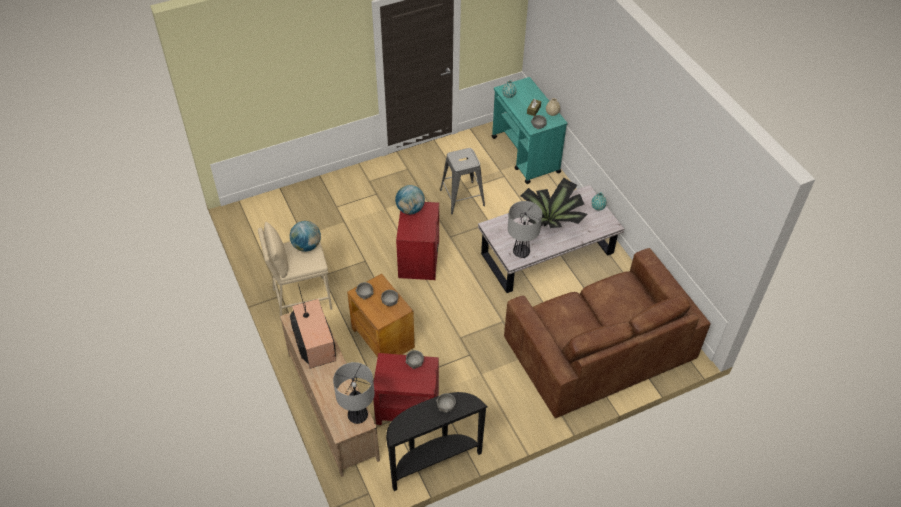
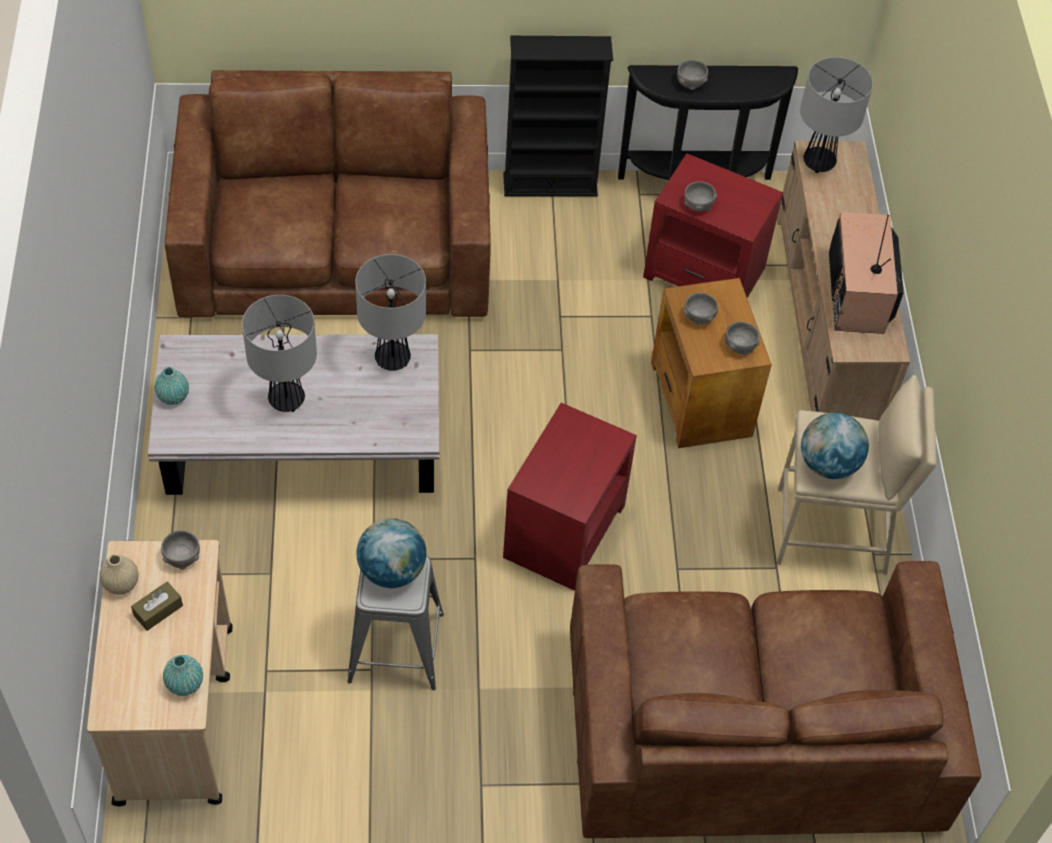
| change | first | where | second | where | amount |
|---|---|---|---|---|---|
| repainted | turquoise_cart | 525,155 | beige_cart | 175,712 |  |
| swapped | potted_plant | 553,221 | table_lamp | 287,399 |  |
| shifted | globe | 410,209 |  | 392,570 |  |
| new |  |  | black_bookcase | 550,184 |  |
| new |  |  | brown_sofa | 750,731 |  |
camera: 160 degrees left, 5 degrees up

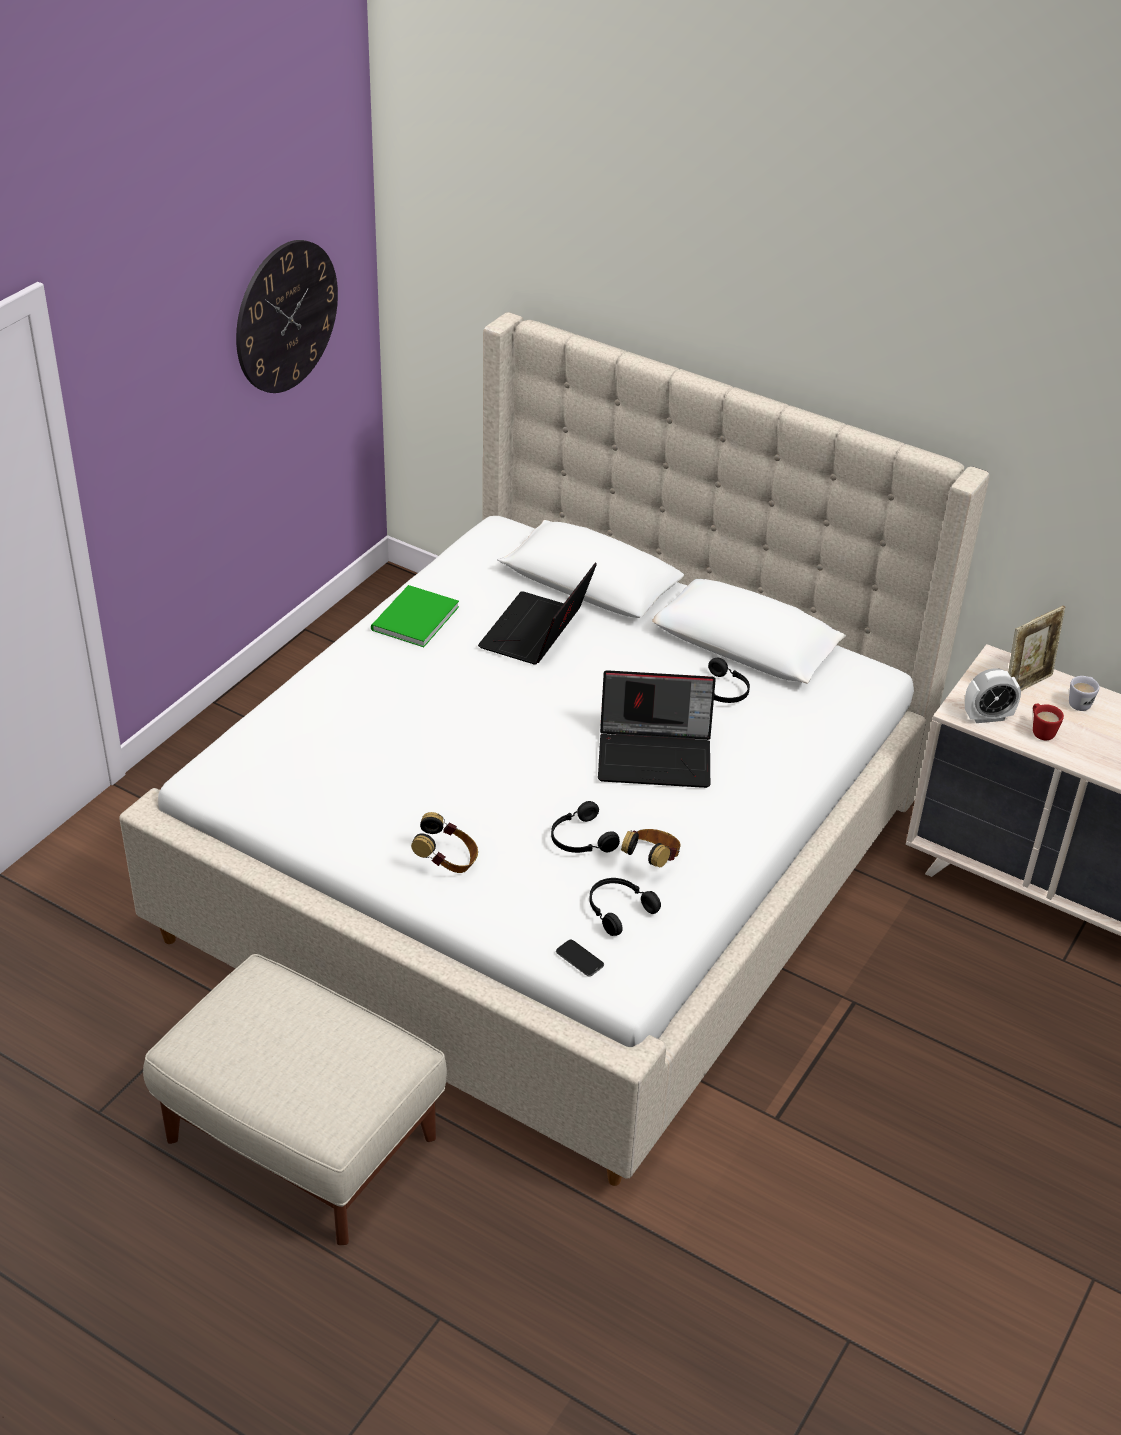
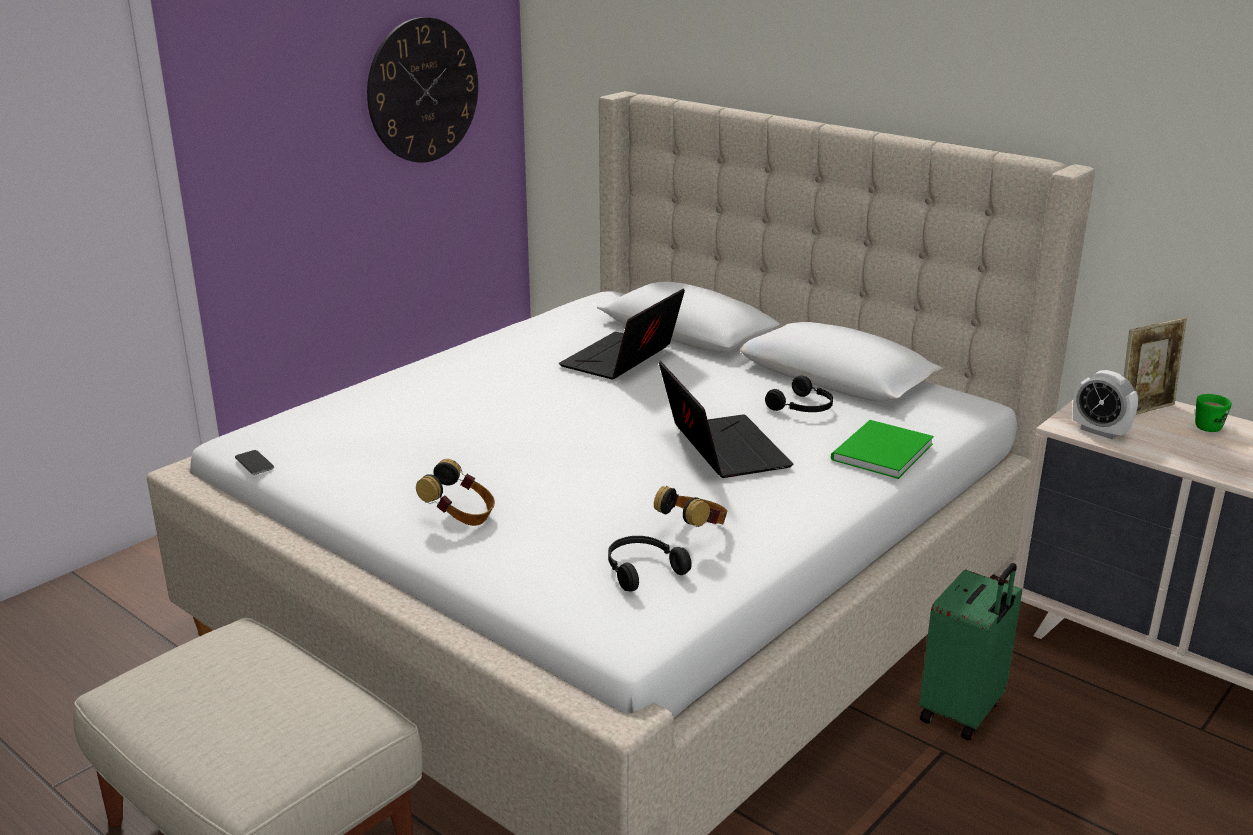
| change | first | where | second | where | amount |
|---|---|---|---|---|---|
| shifted | phone | 579,959 |  | 254,463 |  |
| rotated | laptop | 656,755 |  | 721,449 | 120 degrees counterclockwise |
| shifted | green_book | 412,619 |  | 878,452 |  |
| new |  |  | green_suitcase | 963,712 |  |
| rotated | alarm_clock | 987,717 |  | 1100,431 | 45 degrees clockwise |
| repainted | white_mug | 1081,702 | green_mug | 1210,426 |  |
| gone | black_headphones | 580,839 |  |  |  |
| gone | red_mug | 1040,731 |  |  |  |
camera: 10 degrees right, 15 degrees down

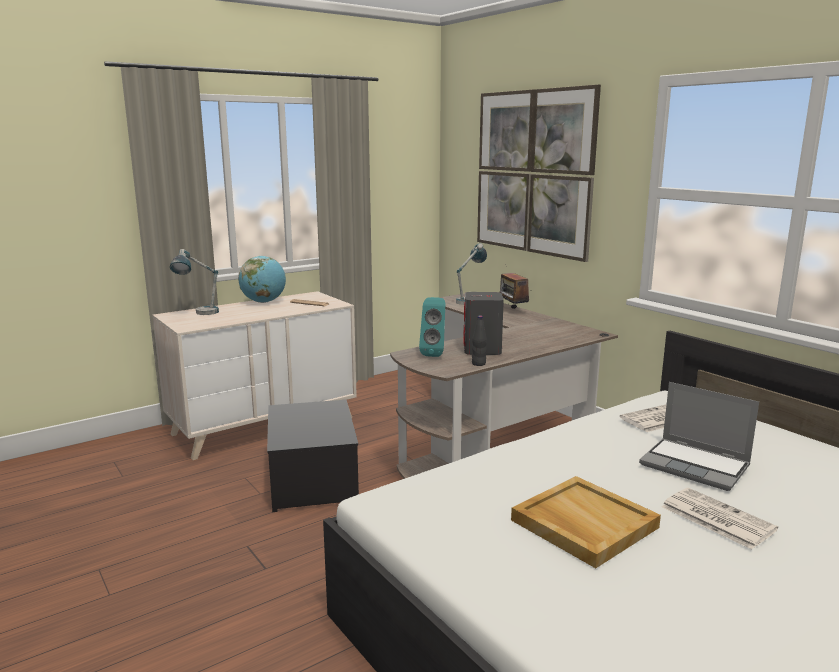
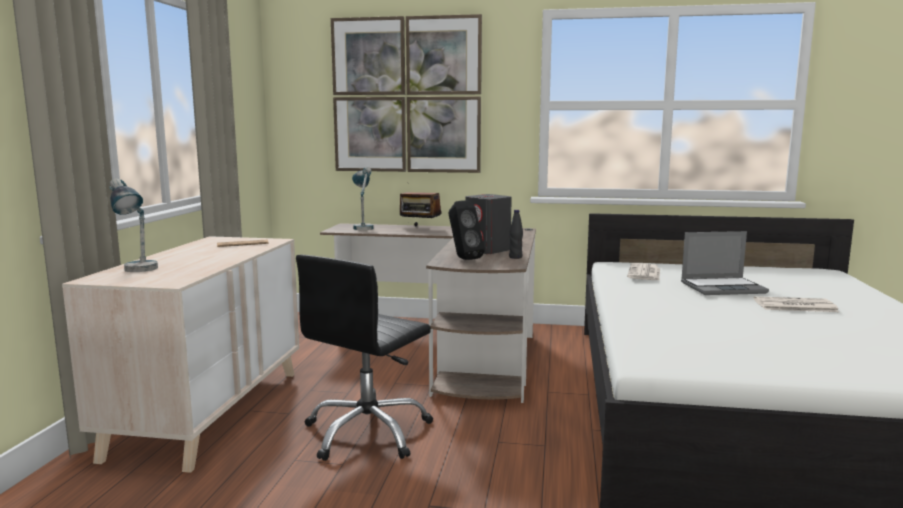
| change | first | where | second | where | amount |
|---|---|---|---|---|---|
| swapped | storage_box | 311,479 | black_office_chair | 368,432 |  |
| repainted | turquoise_speaker | 434,354 | black_speaker | 463,259 |  |
| gone | globe | 264,302 |  |  |  |
| gone | beige_tray | 582,524 |  |  |  |
camera: 45 degrees left, 5 degrees down

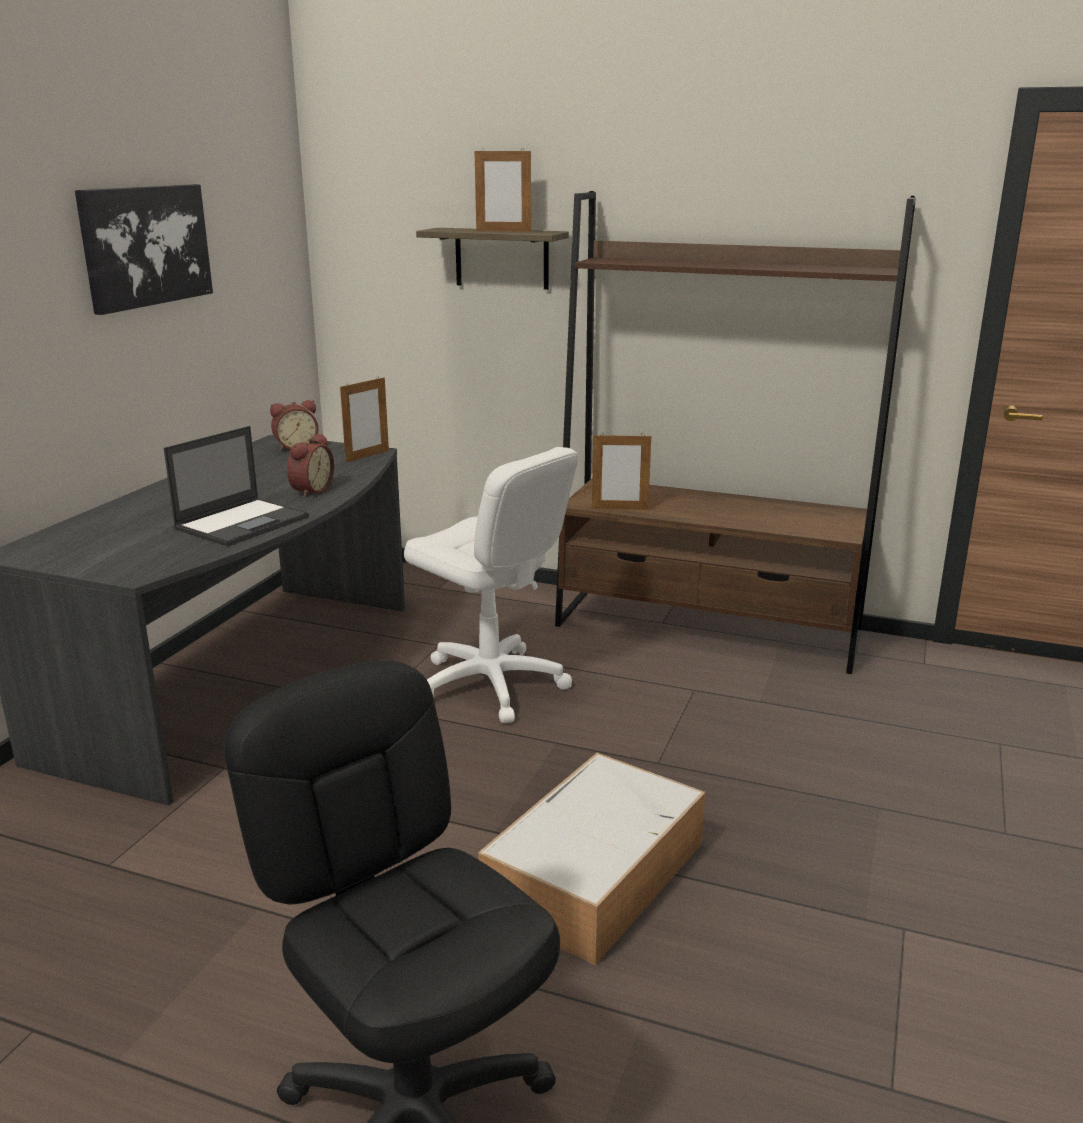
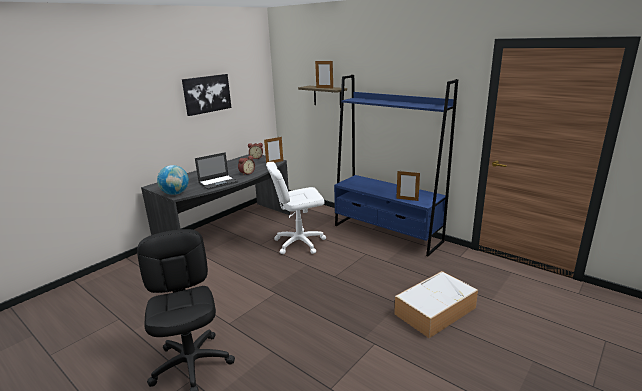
| change | first | where | second | where | amount |
|---|---|---|---|---|---|
| new |  |  | globe | 175,193 |  |
| rotated | white_office_chair | 490,685 |  | 299,243 | 105 degrees clockwise |
| repainted | brown_bookcase | 707,629 | blue_bookcase | 387,233 |  |
| shifted | storage_box | 596,872 |  | 435,310 |  |
| shifted | picture_frame | 620,509 |  | 407,199 |  |
camera: 20 degrees right, 0 degrees up

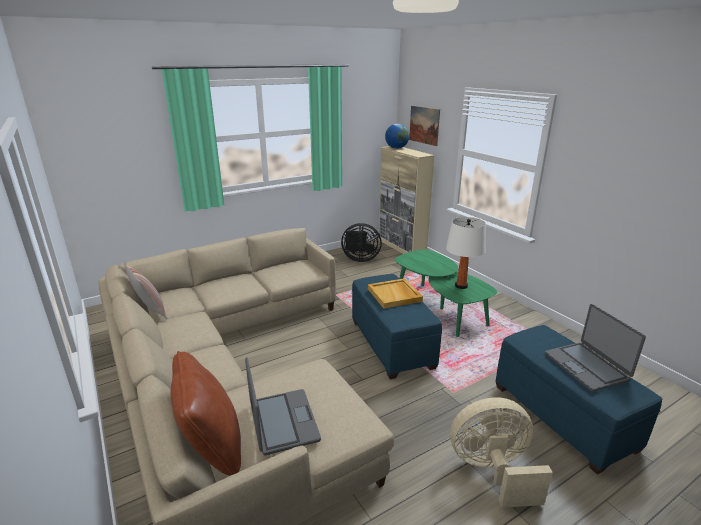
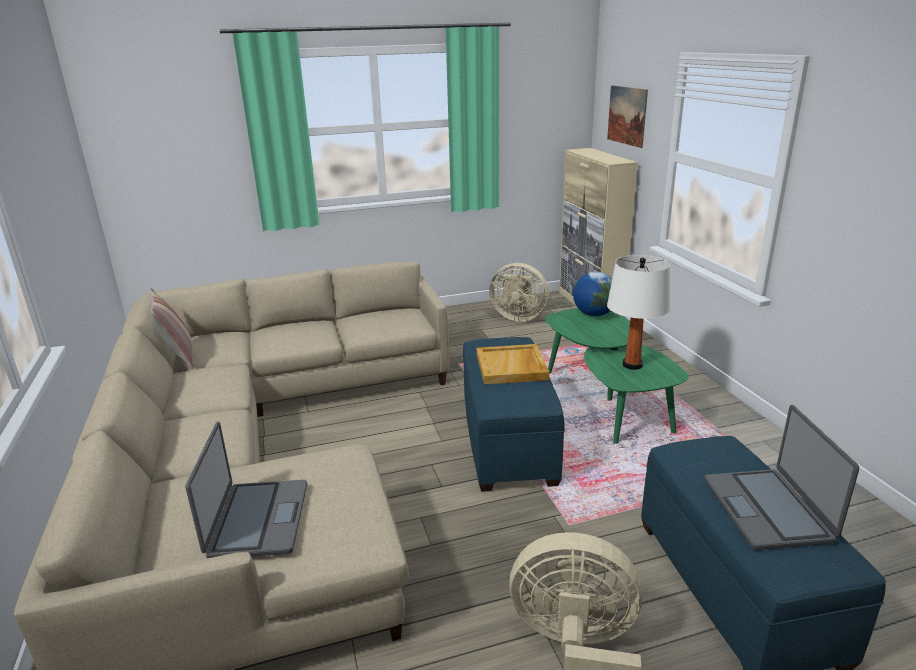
| change | first | where | second | where | amount |
|---|---|---|---|---|---|
| repainted | black_fan | 360,259 | beige_fan | 518,317 |  |
| shifted | globe | 396,148 |  | 594,314 |  |
| gone | brown_pillow | 212,447 |  |  |  |
camera: 15 degrees right, 0 degrees up

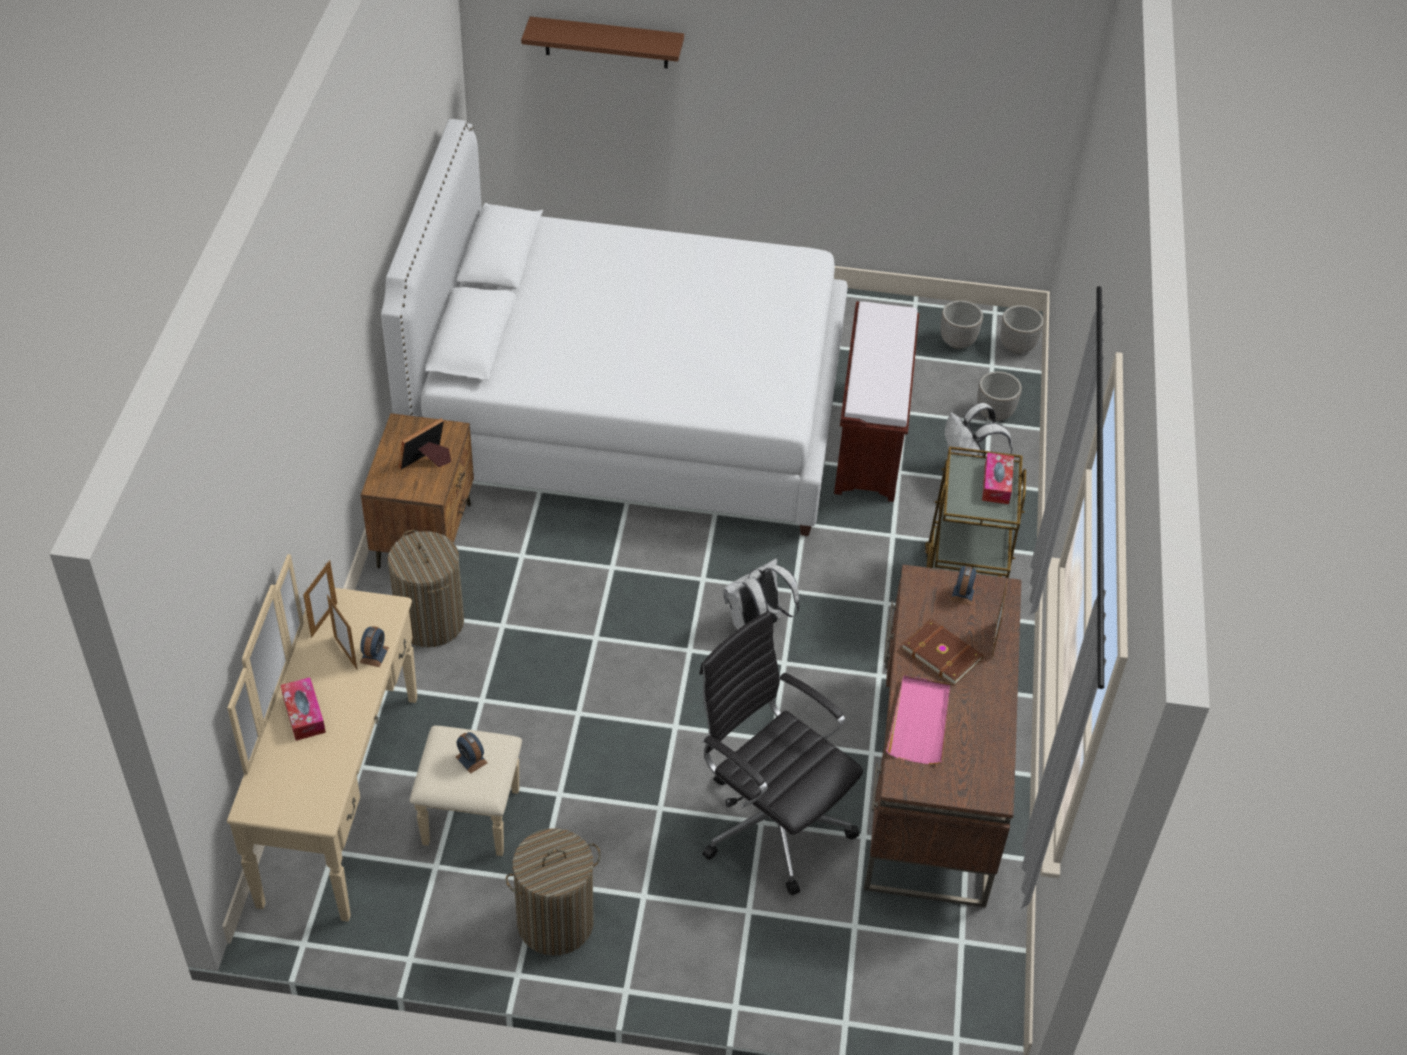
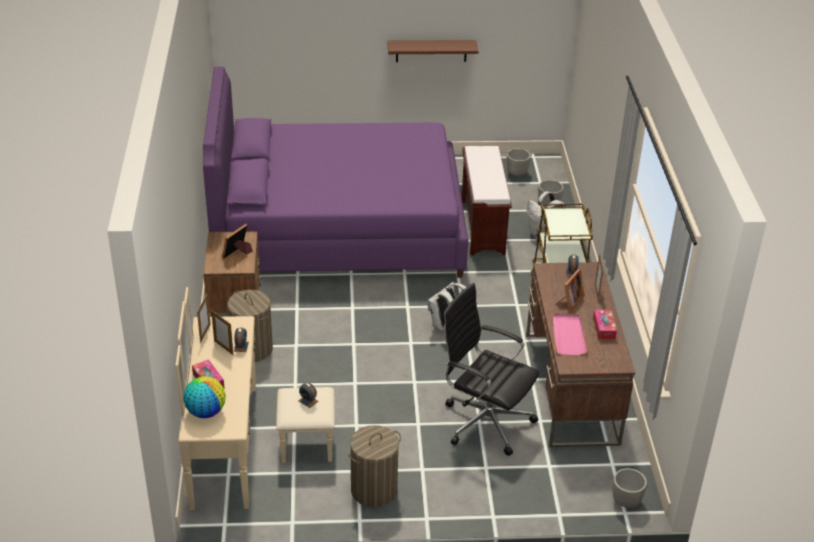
| change | first | where | second | where | amount |
|---|---|---|---|---|---|
| new |  |  | globe | 206,412 |  |
| repainted | white_bed | 630,410 | purple_bed | 338,228 |  |
| shifted | brown_shelf | 606,42 |  | 431,50 |  |
| swapped | brown_book | 942,653 | picture_frame | 569,302 |  |
| shifted | tissue_box | 996,484 |  | 604,328 |  |
| shifted | planter | 1017,346 |  | 626,501 |  |
camera: 10 degrees left, 10 degrees down

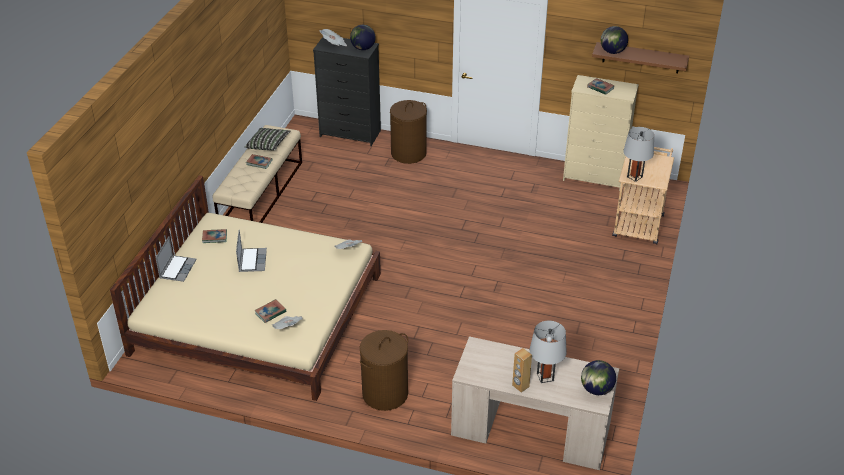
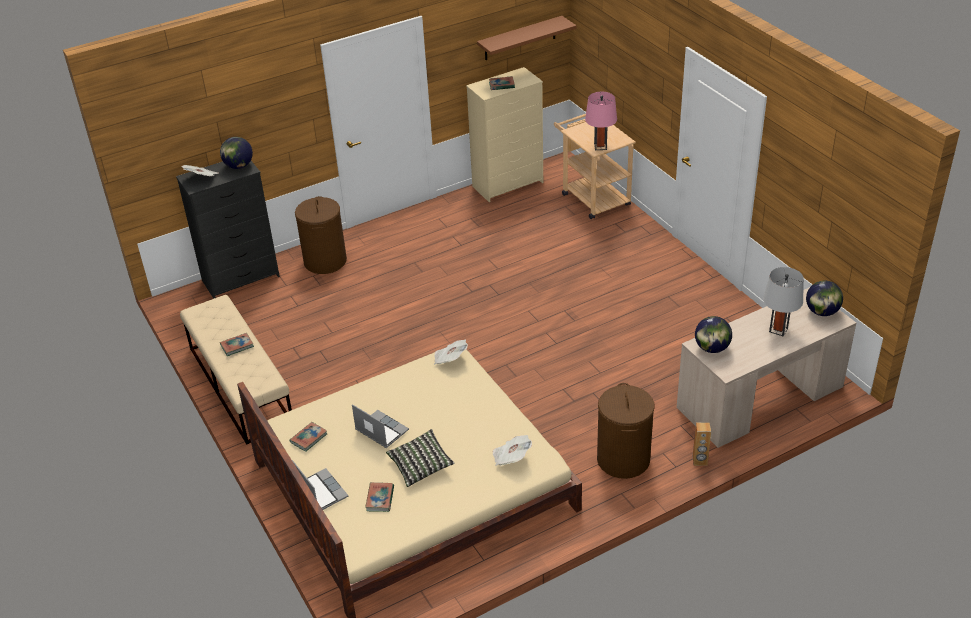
| change | first | where | second | where | amount |
|---|---|---|---|---|---|
| shifted | book | 270,312 |  | 380,499 |  |
| shifted | pillow | 268,145 |  | 420,465 |  |
| repainted | grey_table_lamp | 634,177 | pink_table_lamp | 600,146 |  |
| shifted | brown_speaker | 520,386 |  | 699,461 |  |
| shifted | globe | 612,52 |  | 711,348 |  |
camera: 45 degrees left, 0 degrees up

